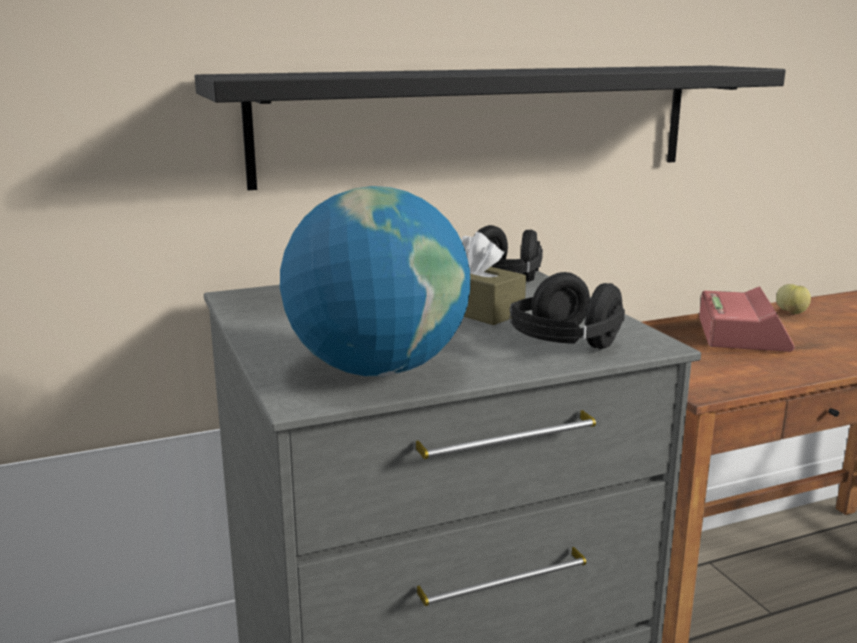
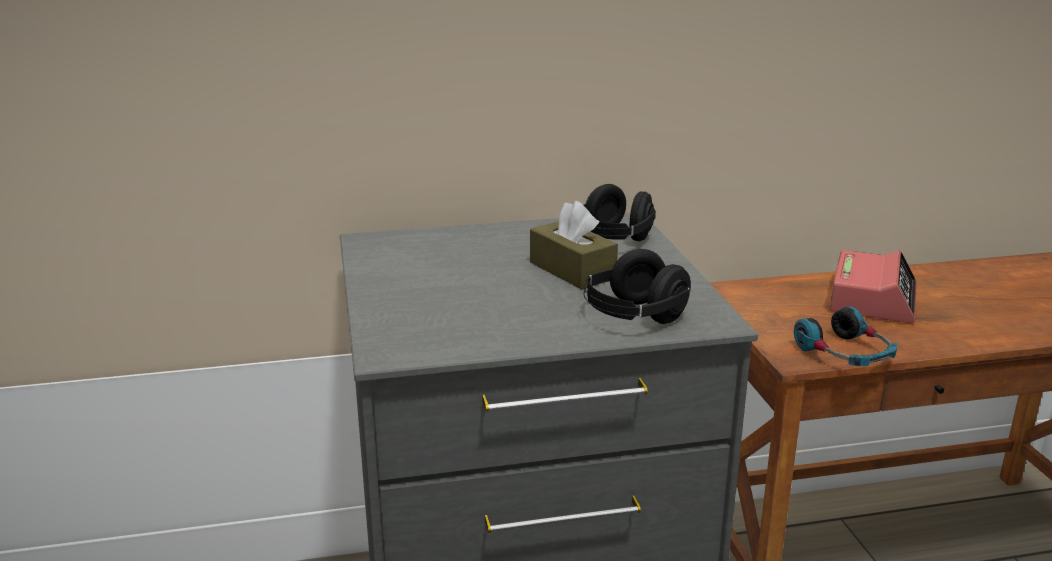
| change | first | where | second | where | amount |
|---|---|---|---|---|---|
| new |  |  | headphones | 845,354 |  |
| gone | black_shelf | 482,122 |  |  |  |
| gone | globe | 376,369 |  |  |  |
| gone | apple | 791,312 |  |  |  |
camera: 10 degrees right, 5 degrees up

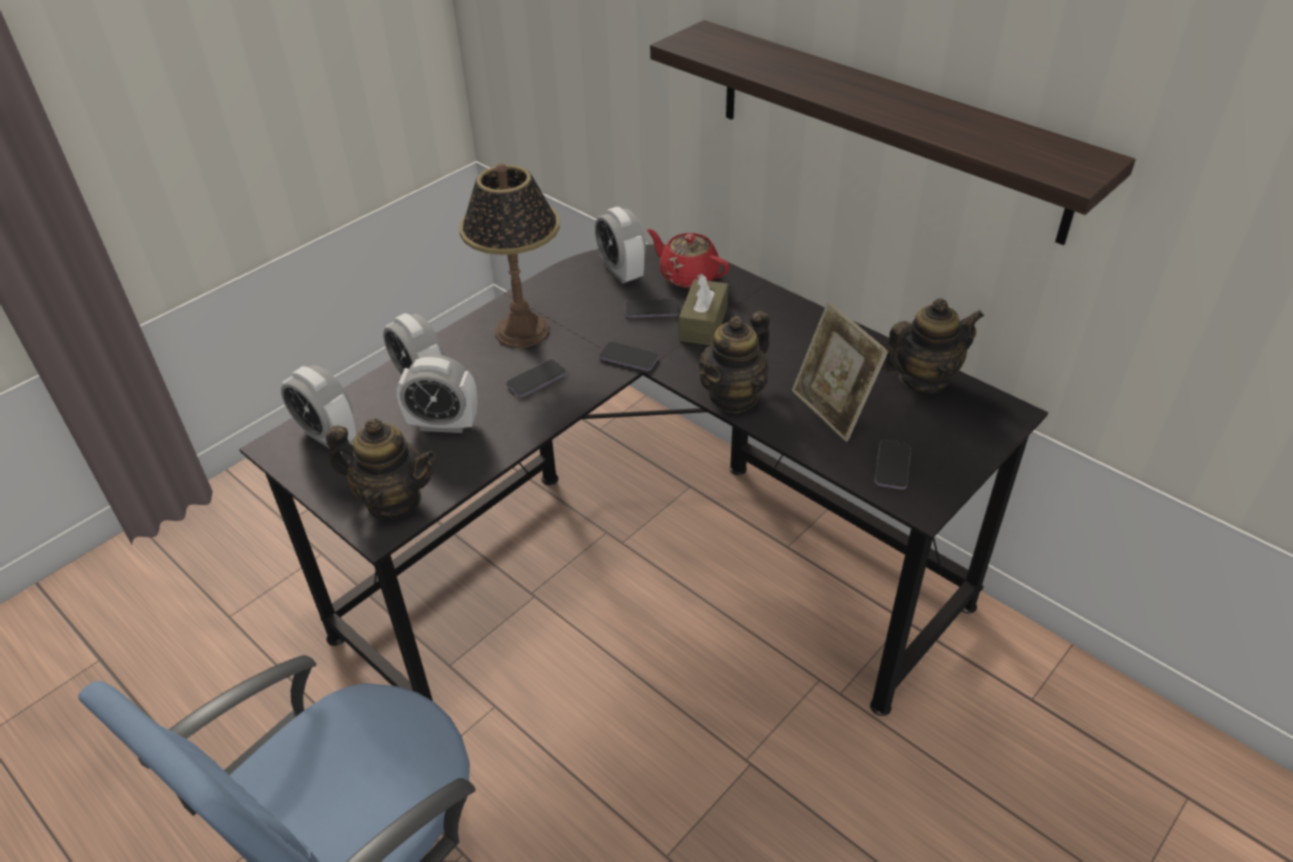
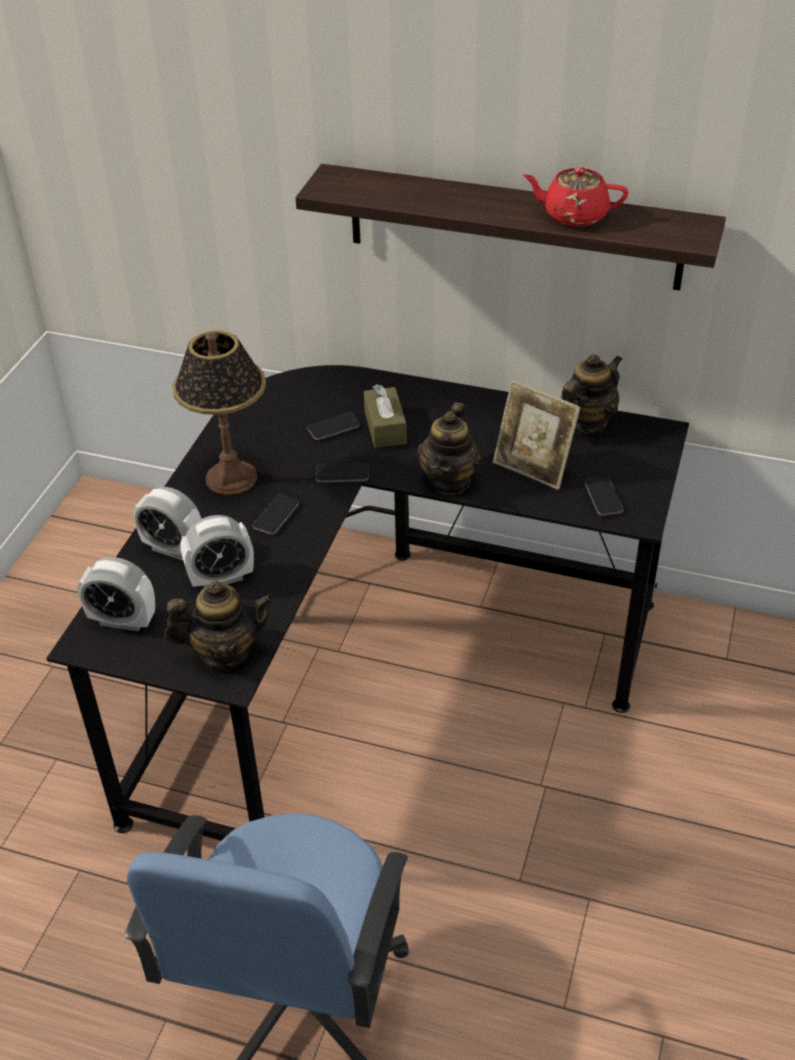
| change | first | where | second | where | amount |
|---|---|---|---|---|---|
| shifted | red_teapot | 688,276 |  | 574,216 |  |
| gone | alarm_clock | 621,272 |  |  |  |
camera: 25 degrees left, 0 degrees up

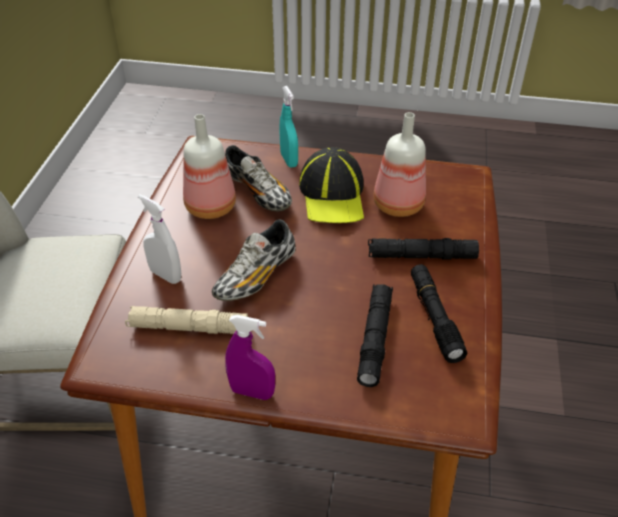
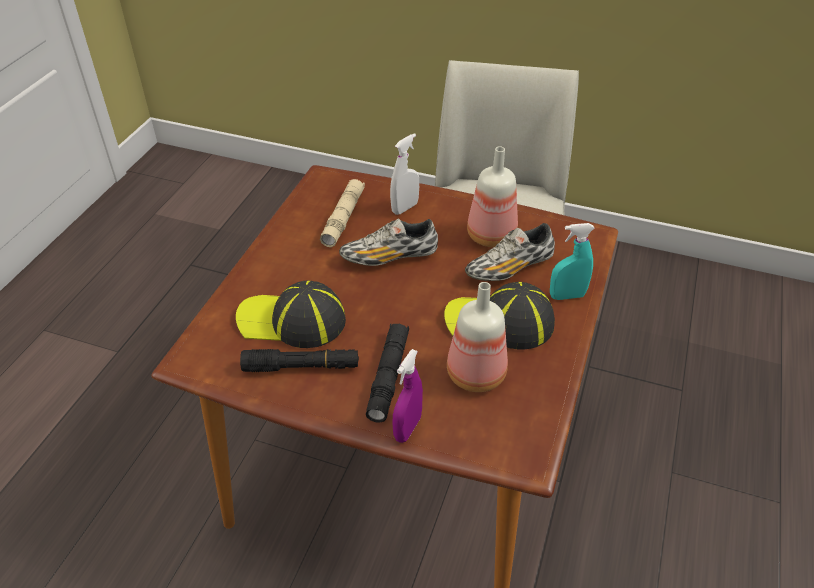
| change | first | where | second | where | amount |
|---|---|---|---|---|---|
| swapped | black_flashlight | 375,339 | cap | 292,321 |  |
| rotated | shoe | 256,277 |  | 389,257 | 60 degrees counterclockwise |
| shifted | purple_spray_bottle | 252,392 |  | 407,428 |  |
camera: 100 degrees right, 0 degrees up

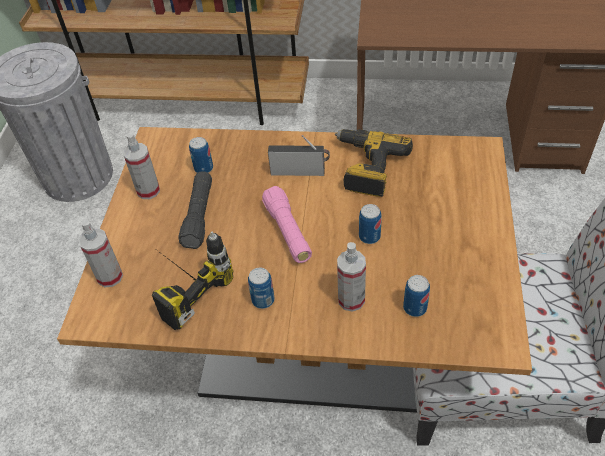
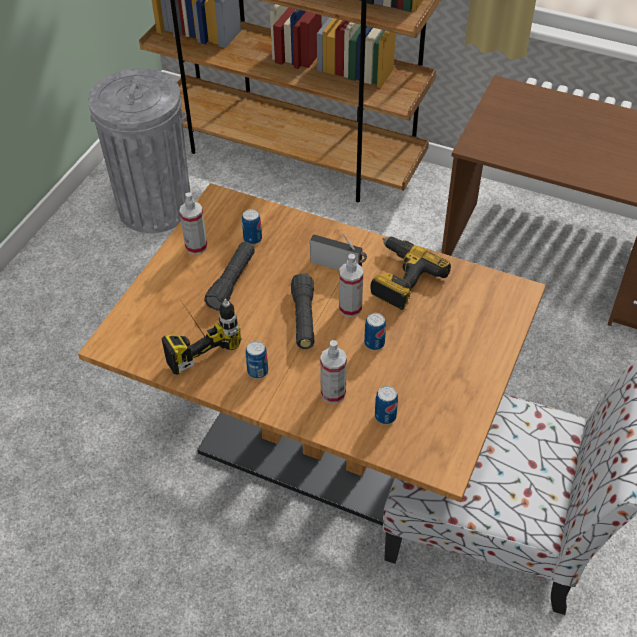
| change | first | where | second | where | amount |
|---|---|---|---|---|---|
| repainted | pink_flashlight | 288,232 | black_flashlight | 303,318 |  |
| shifted | spray_bottle | 110,277 |  | 350,308 |  |
camera: 15 degrees right, 0 degrees up

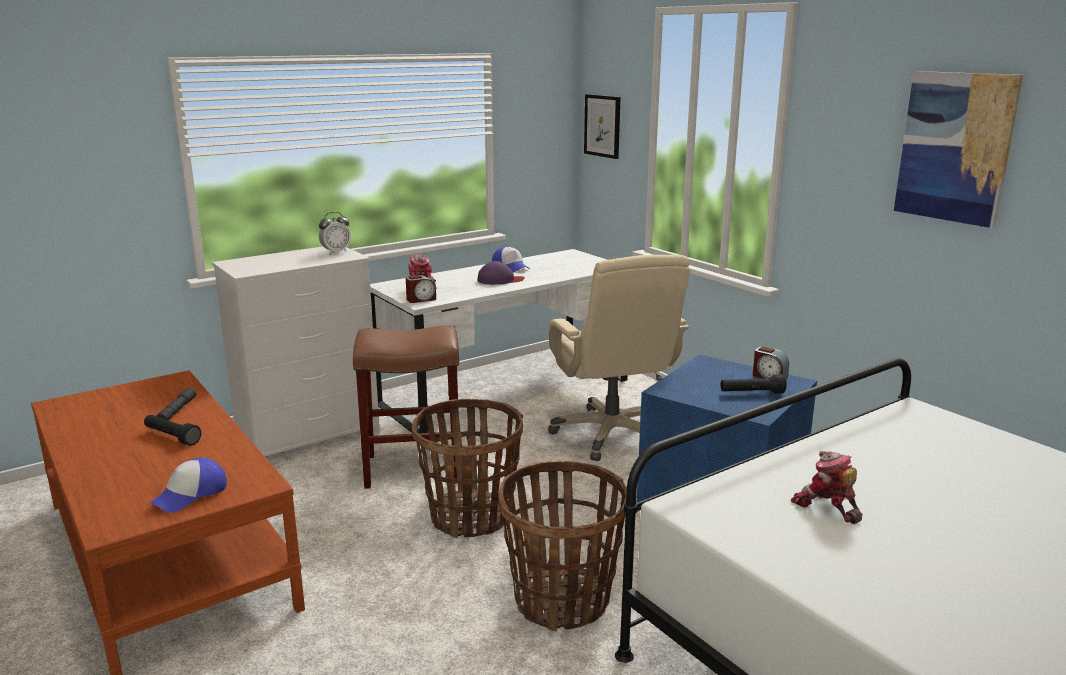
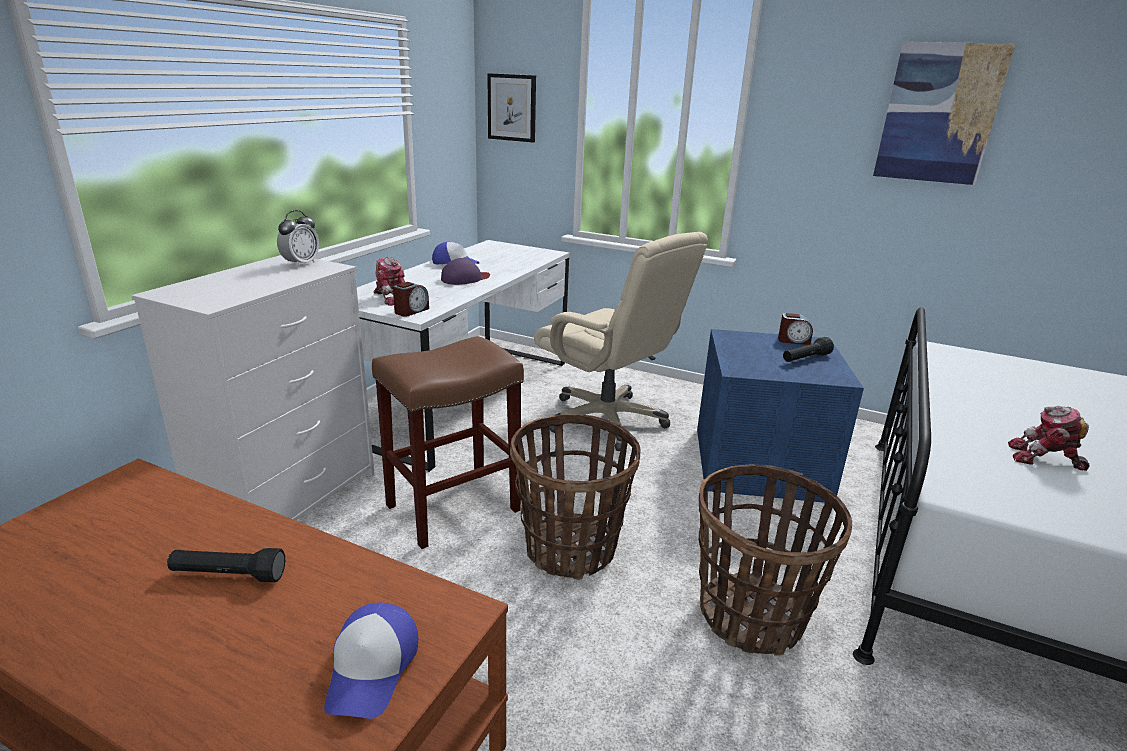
| change | first | where | second | where | amount |
|---|---|---|---|---|---|
| gone | grey_flashlight | 177,411 |  |  |  |
camera: 30 degrees left, 5 degrees up

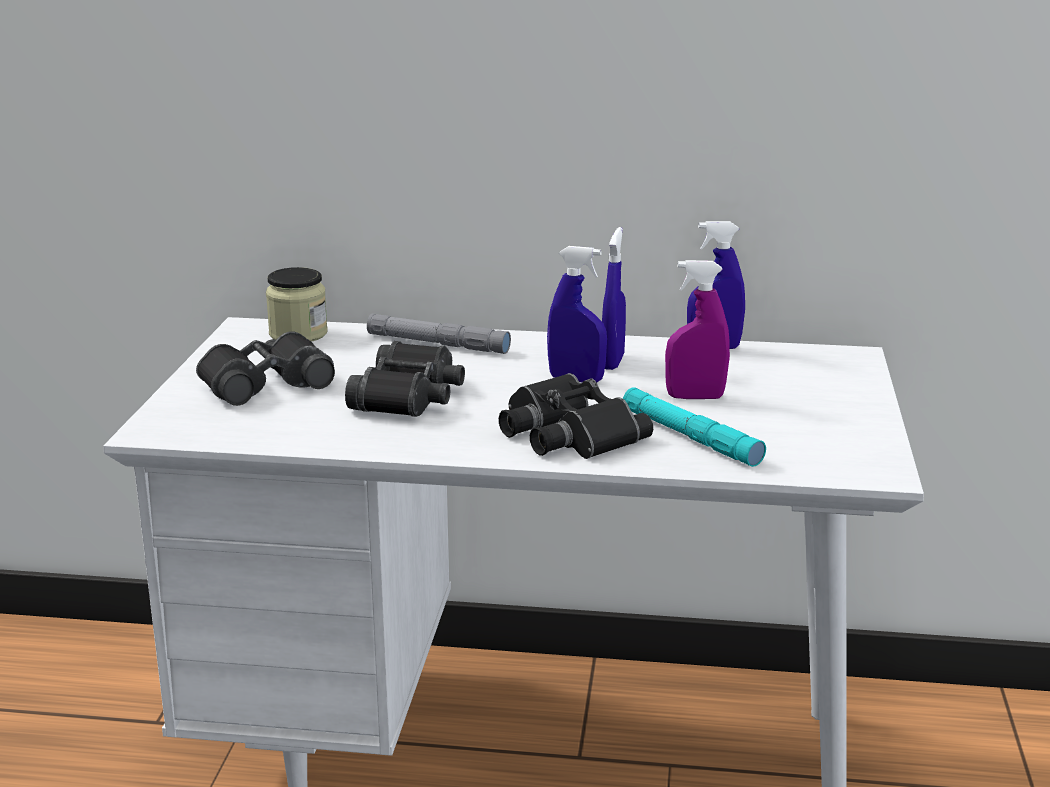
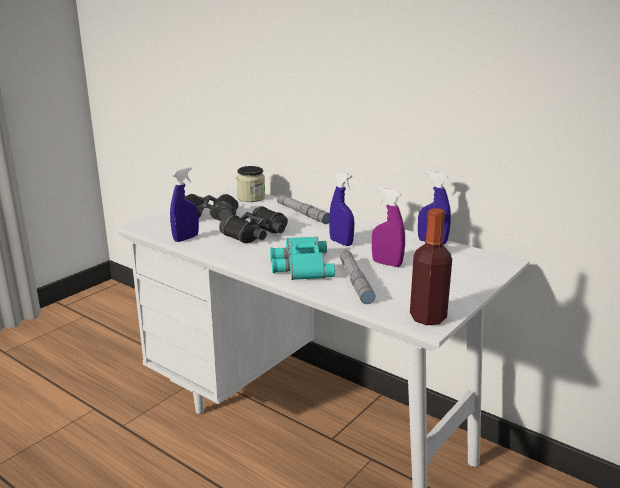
| change | first | where | second | where | amount |
|---|---|---|---|---|---|
| shifted | blue_spray_bottle | 612,362 |  | 186,238 |  |
| repainted | black_binoculars | 565,432 | turquoise_binoculars | 300,265 |  |
| repainted | turquoise_flashlight | 690,437 | grey_flashlight | 356,282 |  |
| new |  |  | bottle | 428,318 |  |
camera: 30 degrees right, 0 degrees up

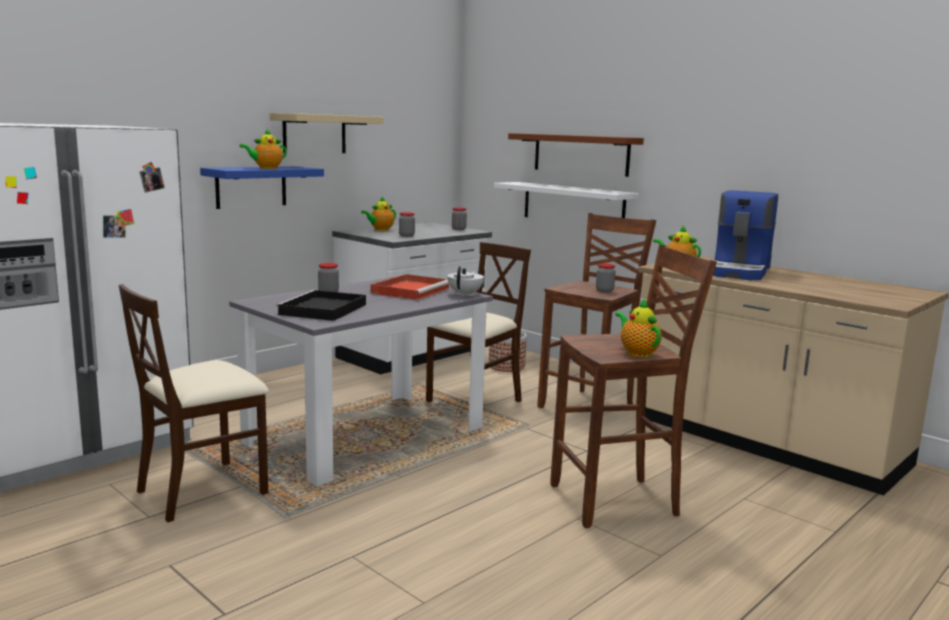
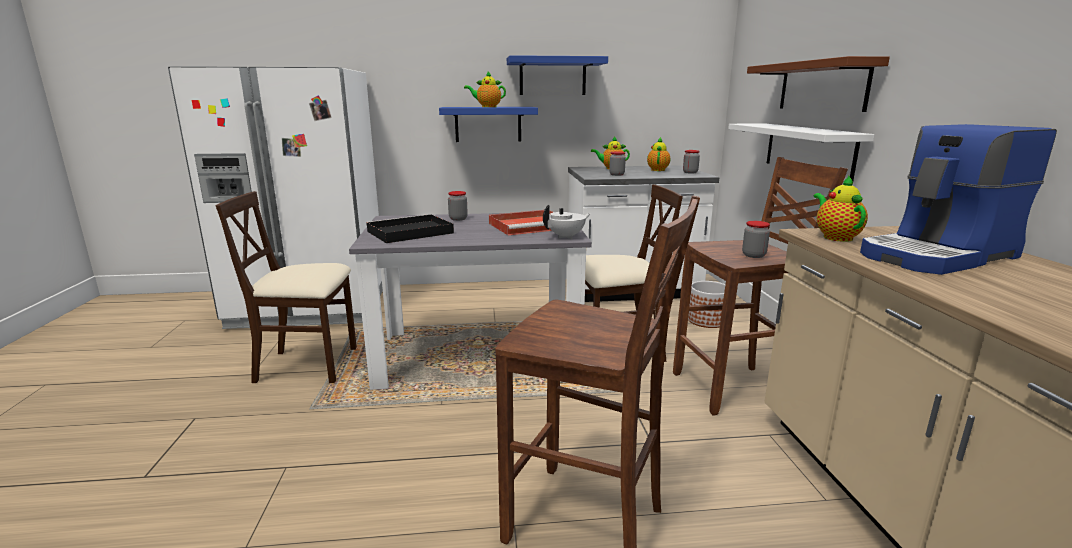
| change | first | where | second | where | amount |
|---|---|---|---|---|---|
| repainted | beige_shelf | 314,134 | blue_shelf | 552,76 |  |
| shifted | teapot | 637,353 |  | 658,170 |  |
camera: 40 degrees right, 5 degrees up

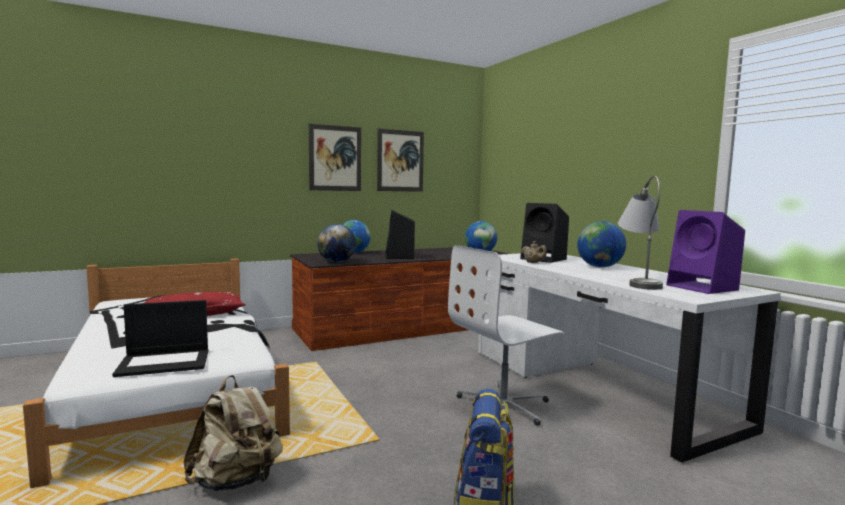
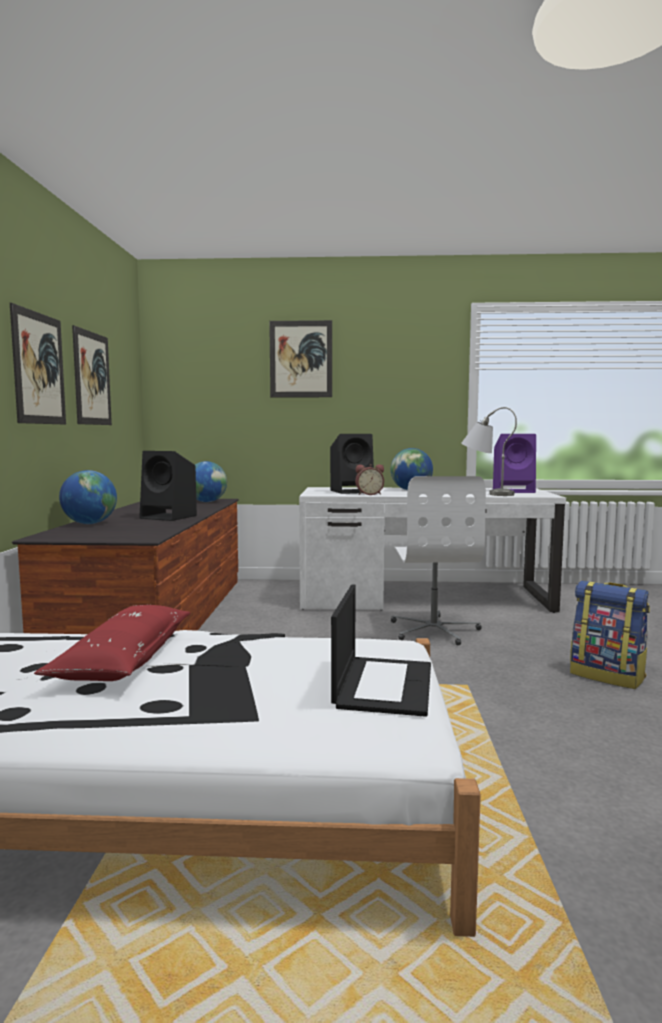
| change | first | where | second | where | amount |
|---|---|---|---|---|---|
| new |  |  | picture | 301,359 |  |
| swapped | beige_teapot | 533,263 | alarm_clock | 369,494 |  |
| gone | beige_backpack | 236,481 |  |  |  |
| gone | globe | 336,262 |  |  |  |
camera: 60 degrees left, 0 degrees up

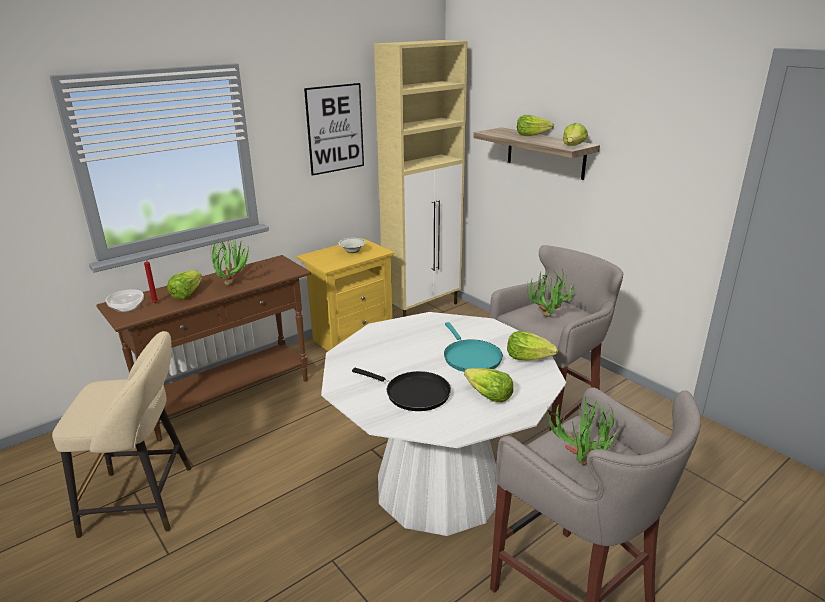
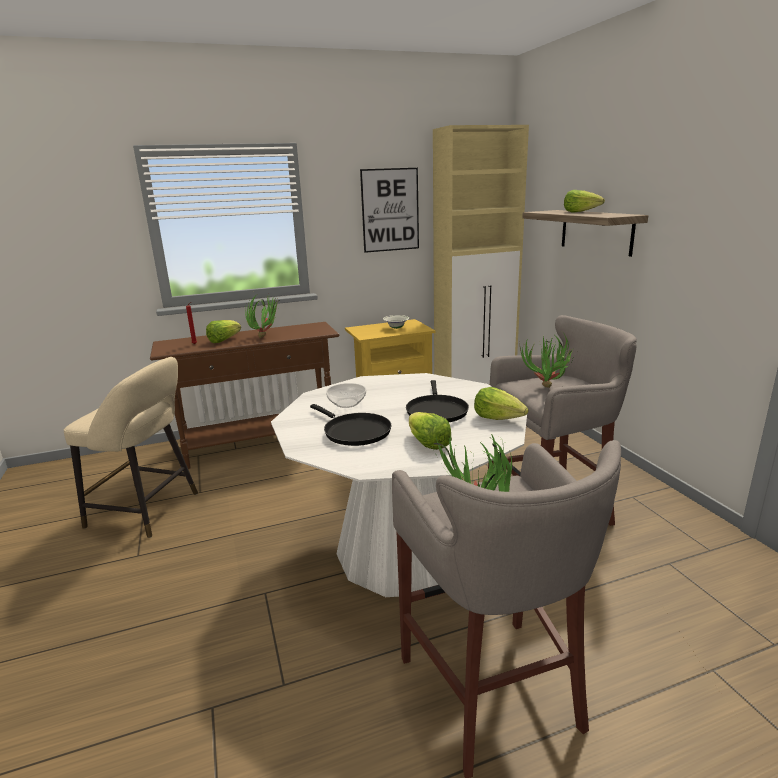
| change | first | where | second | where | amount |
|---|---|---|---|---|---|
| shifted | bowl | 127,308 |  | 347,403 |  |
| repainted | turquoise_frying_pan | 470,357 | black_frying_pan | 436,411 |  |
| gone | lettuce | 573,146 |  |  |  |
camera: 20 degrees right, 5 degrees down

